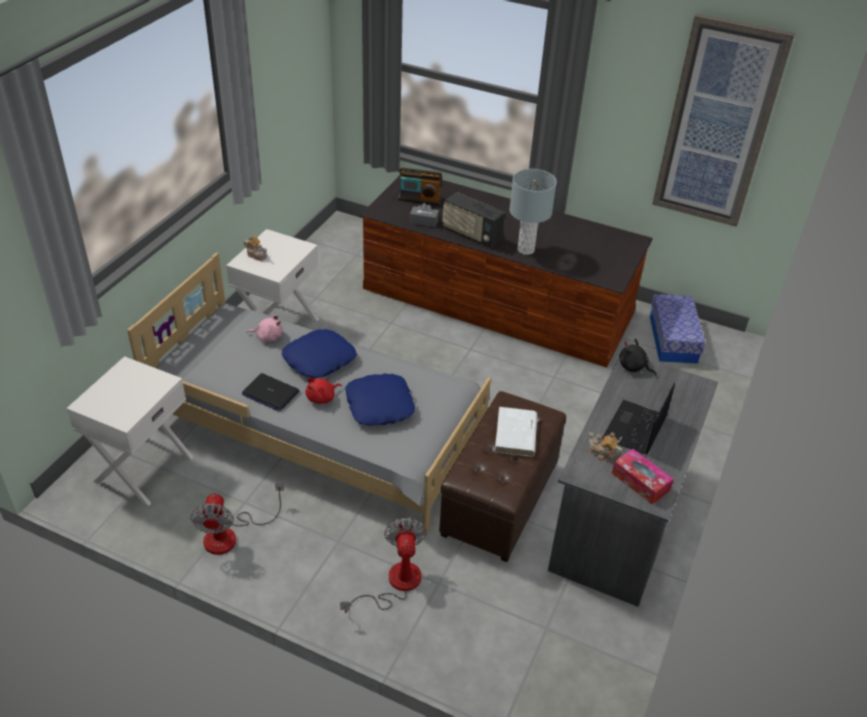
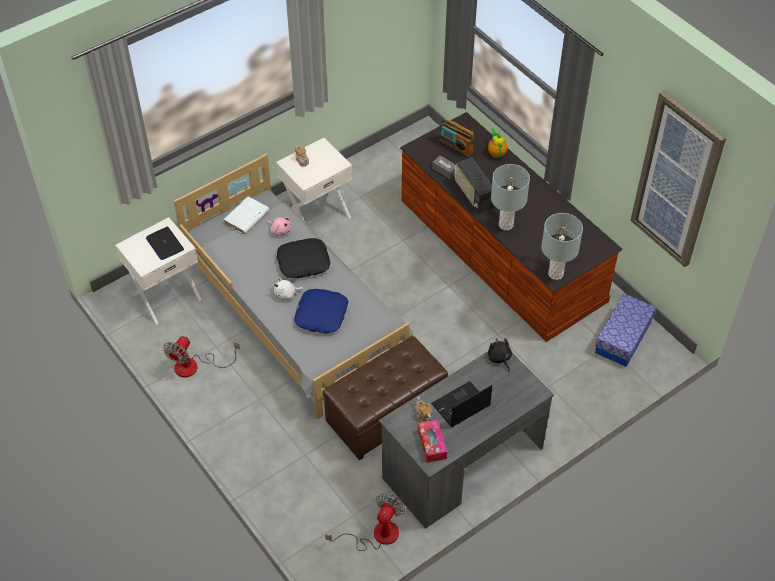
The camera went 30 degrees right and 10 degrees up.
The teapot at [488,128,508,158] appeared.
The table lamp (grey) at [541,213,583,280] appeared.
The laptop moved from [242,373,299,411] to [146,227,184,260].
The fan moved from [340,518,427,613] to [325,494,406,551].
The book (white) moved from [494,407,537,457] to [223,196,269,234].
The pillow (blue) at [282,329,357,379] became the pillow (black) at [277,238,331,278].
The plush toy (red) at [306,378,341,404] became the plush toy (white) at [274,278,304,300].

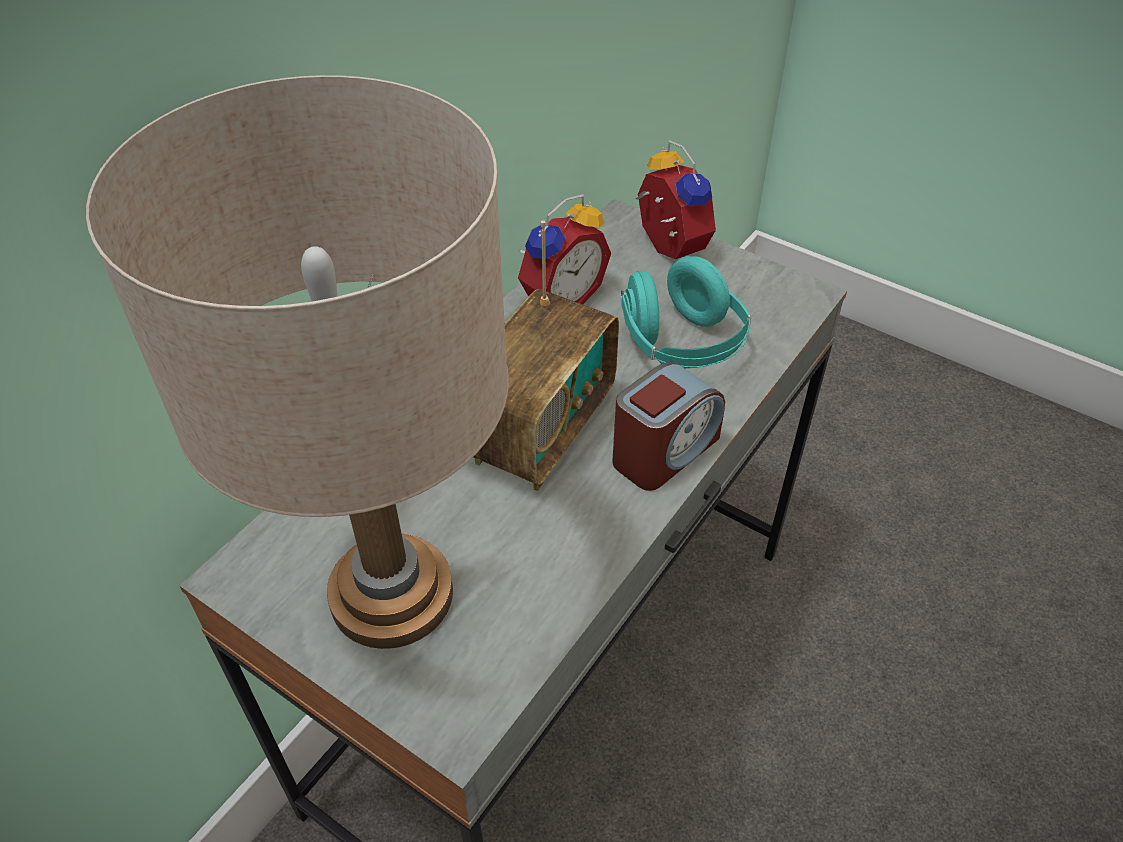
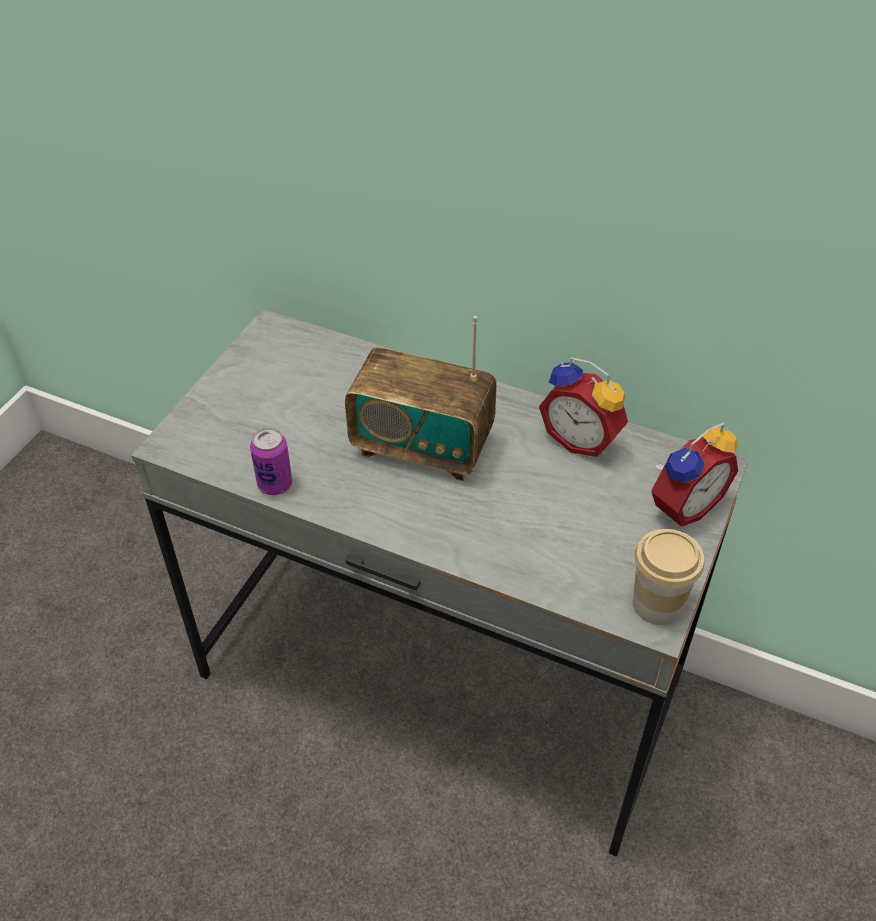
The camera went 80 degrees right and 0 degrees up.
The table lamp (beige) at [86,75,509,649] disappeared.
The alarm clock at [612,362,725,491] disappeared.
The headphones (turquoise) at [621,256,751,368] disappeared.
The can at [250,428,292,495] appeared.
The cup at [633,529,704,625] appeared.

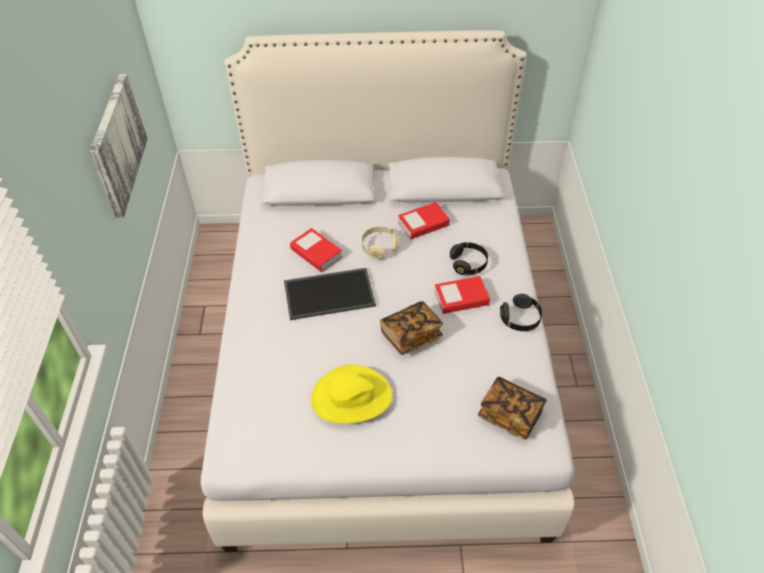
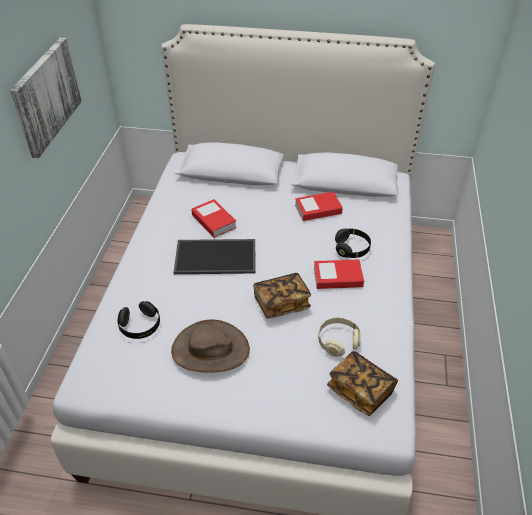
The camera went 10 degrees right and 5 degrees down.
The headphones (beige) moved from [362,226,399,259] to [318,317,361,357].
The headphones (black) moved from [500,294,542,331] to [117,301,160,339].
The hat (yellow) at [311,365,392,424] became the hat (brown) at [171,320,250,373].

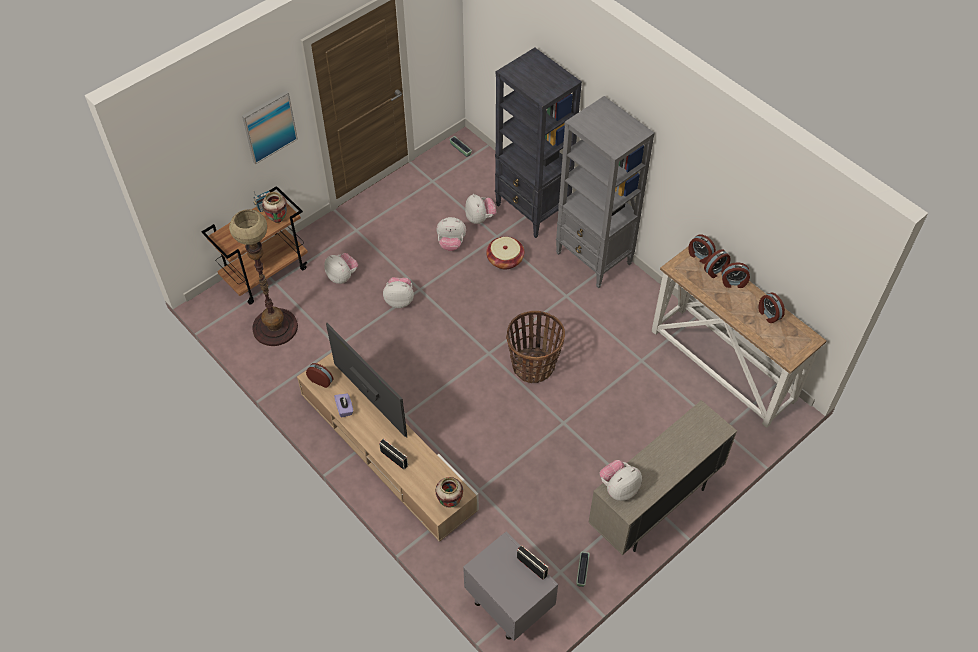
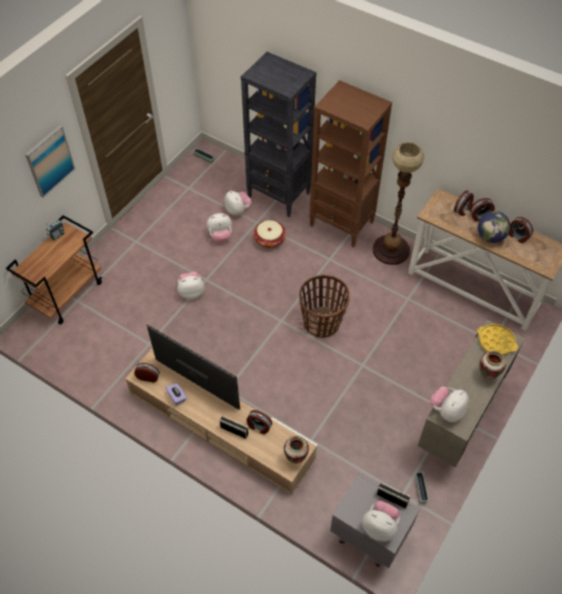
The camera went 15 degrees left and 0 degrees up.
The tray (yellow) at [477,324,518,355] appeared.
The globe at [478,211,511,243] appeared.
The floor lamp moved from [229,209,298,346] to [373,142,424,265].
The vase moved from [262,192,287,223] to [479,351,506,379].
The plush toy moved from [324,253,358,284] to [362,500,400,542].
The alarm clock moved from [688,234,716,264] to [247,410,272,434].
The bookcase (grey) at [556,96,655,288] became the bookcase (brown) at [309,80,392,247].

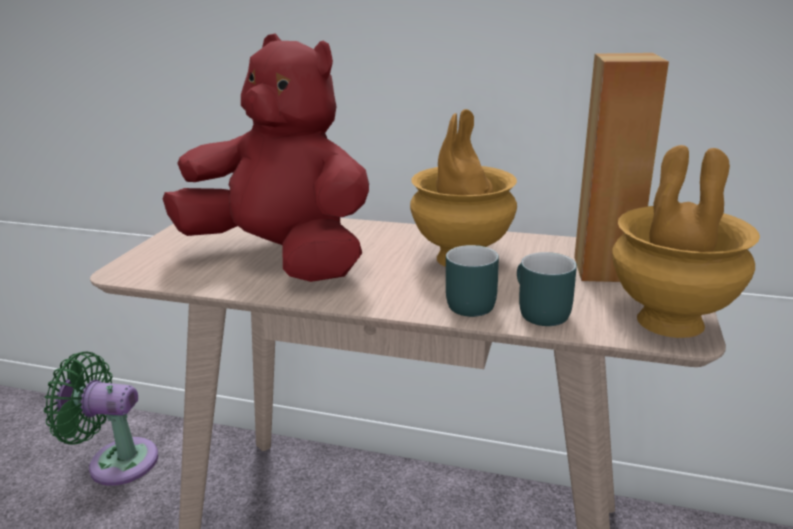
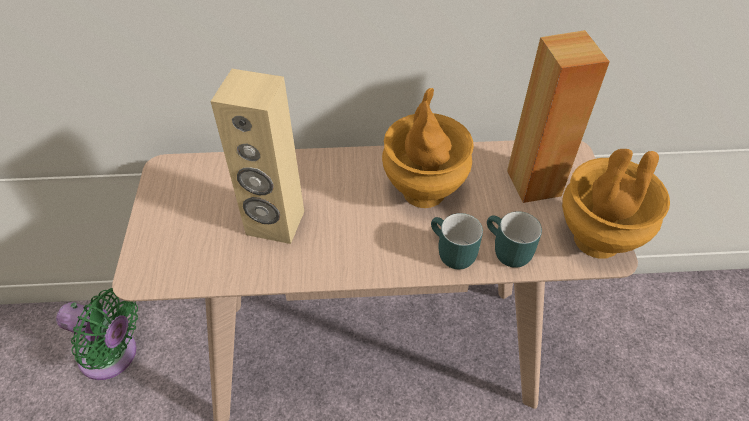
The camera went 20 degrees left and 25 degrees up.
The plush toy (red) at [162,33,369,282] was replaced by the speaker (beige) at [210,69,304,244].
The fan (green) at [44,352,158,486] turned 150 degrees counterclockwise.

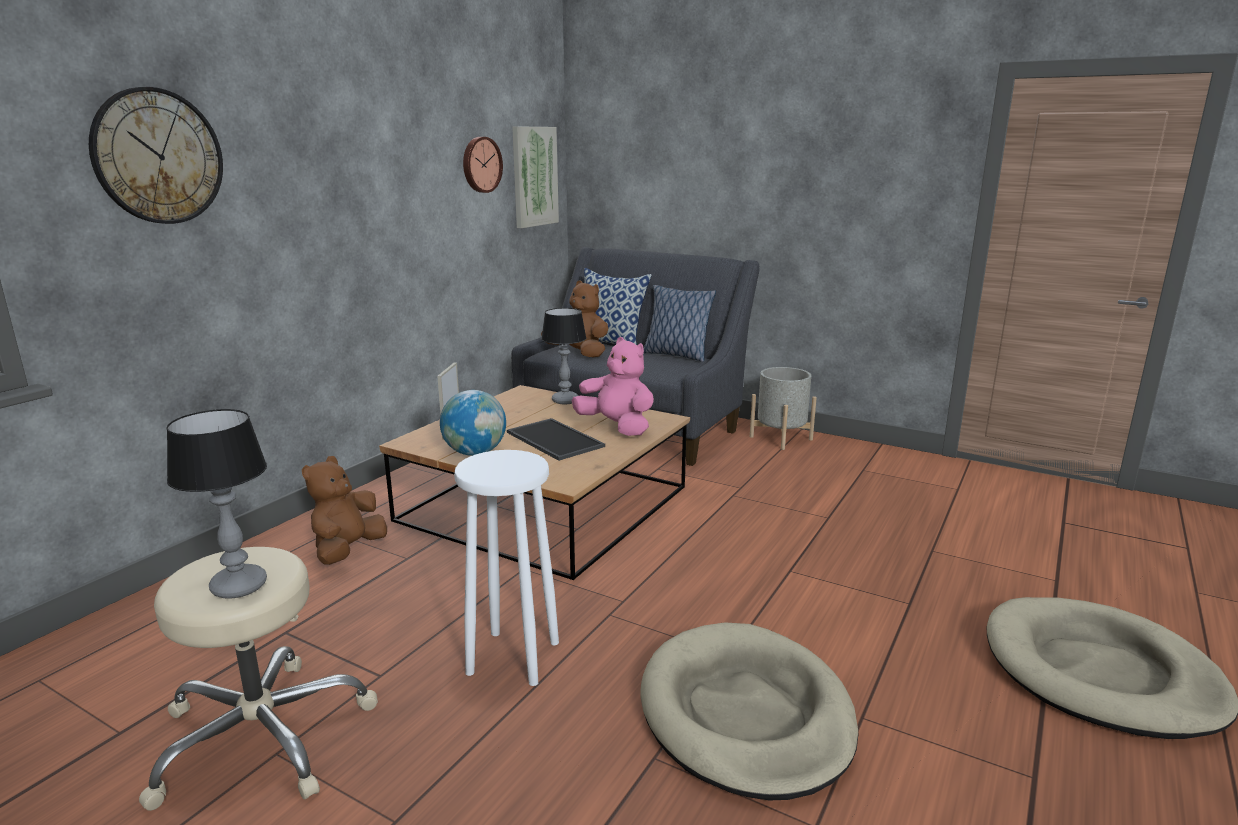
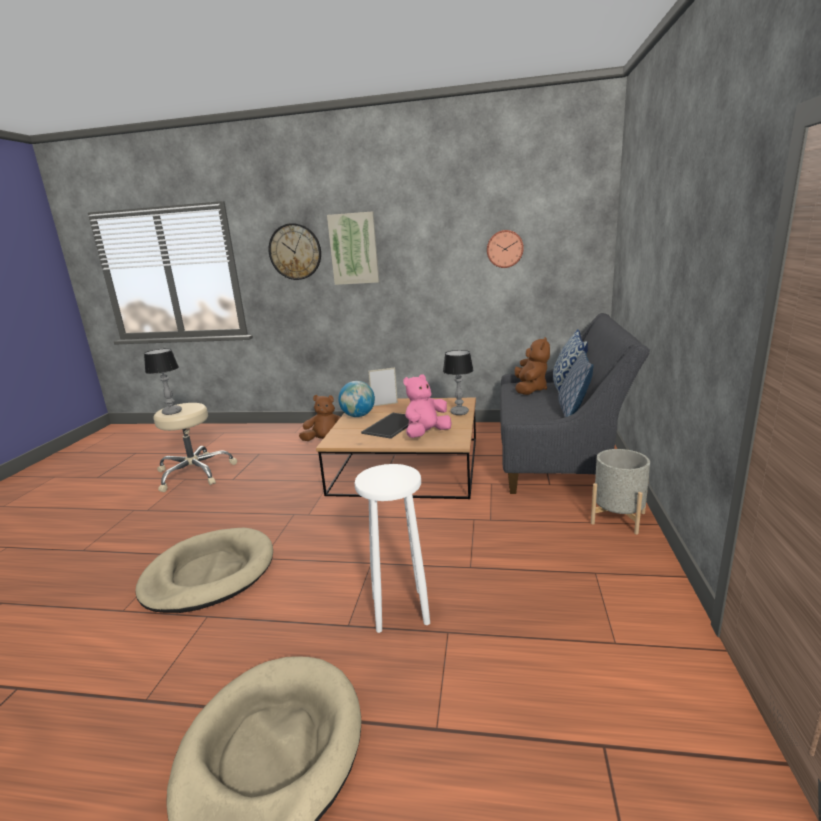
The camera went 70 degrees right and 0 degrees up.
The stool (white) moved from [454,450,559,686] to [354,464,430,633].
The picture moved from [512,126,559,228] to [327,211,379,285].
The plush toy (pink) at [572,337,654,436] turned 150 degrees counterclockwise.

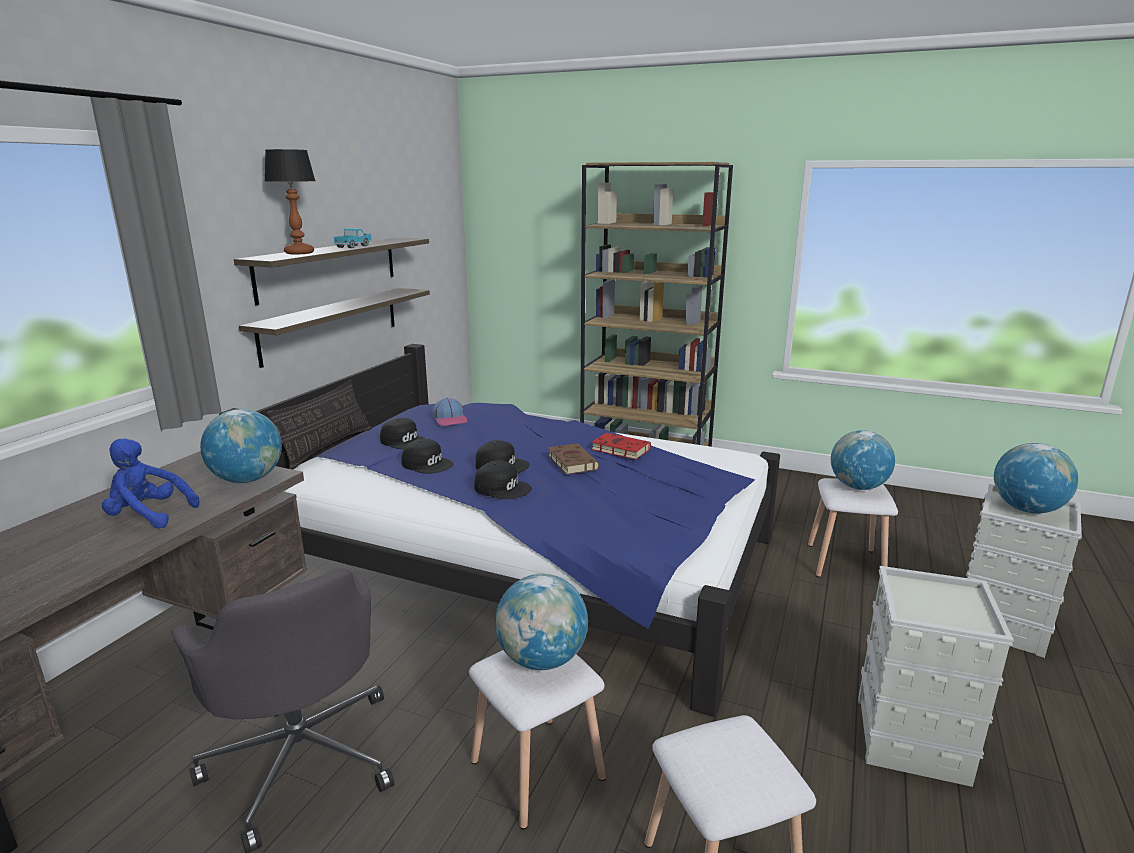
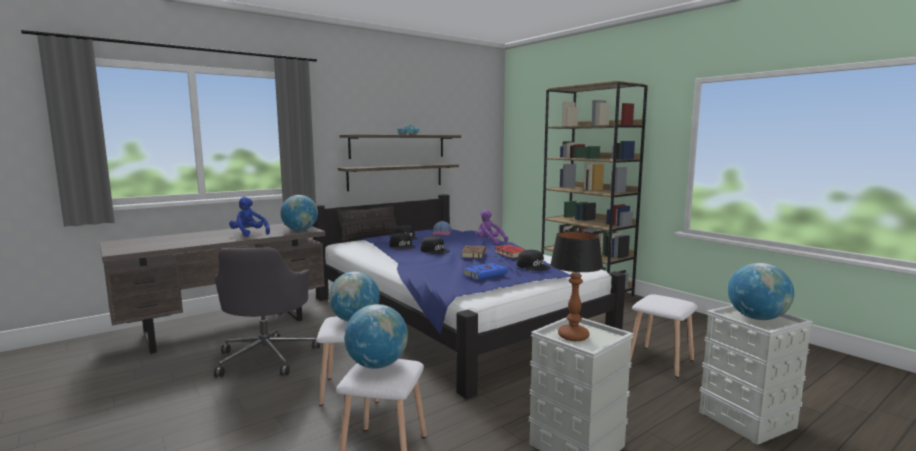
The camera went 30 degrees right and 10 degrees down.
The book (blue) at [463,263,508,280] appeared.
The plush toy (purple) at [477,210,508,245] appeared.
The table lamp moved from [265,149,315,254] to [550,231,603,341].
The cap (black) moved from [474,461,532,499] to [517,250,551,271].
The globe moved from [831,430,895,490] to [344,304,408,369].

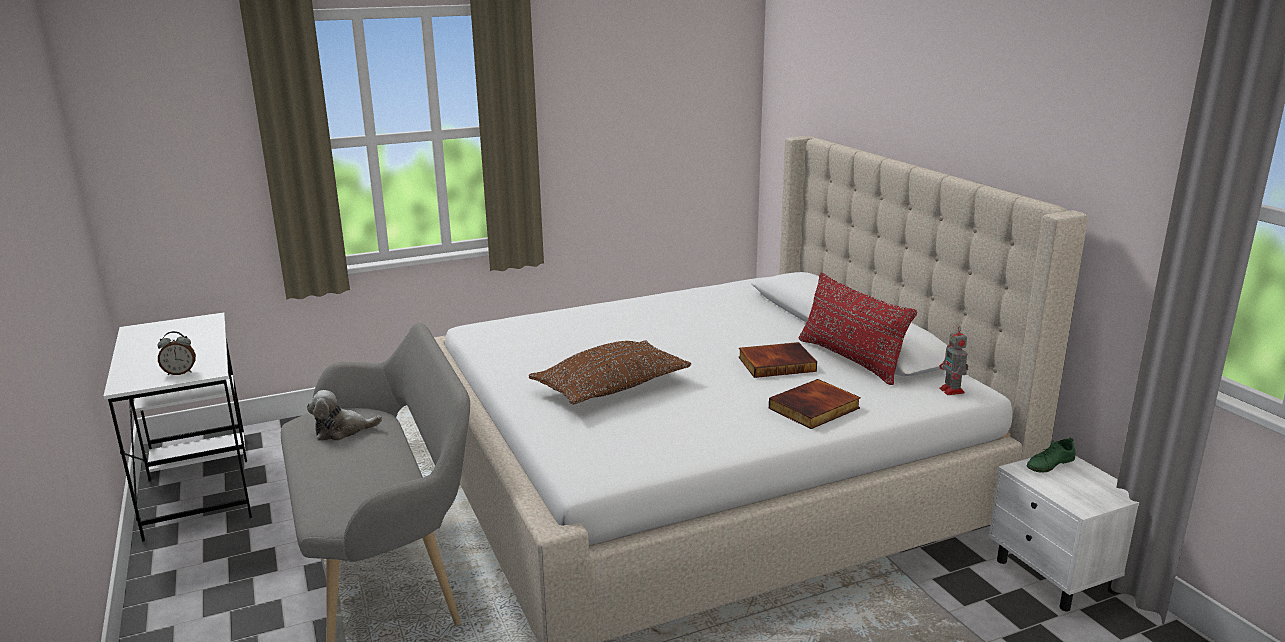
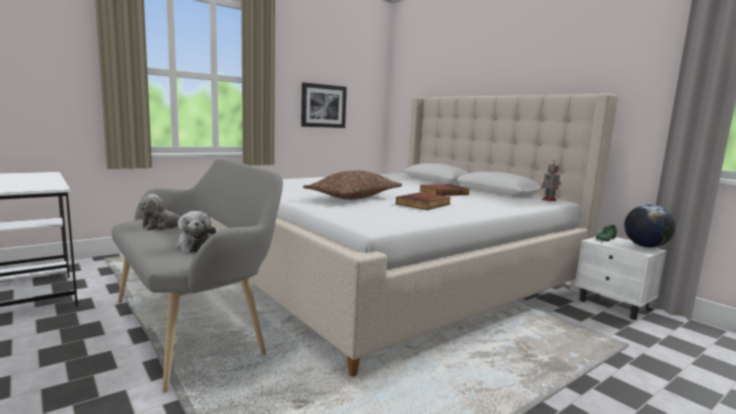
The camera went 15 degrees left and 10 degrees down.
The alarm clock at [157,331,196,376] disappeared.
The pillow (red) at [799,273,917,385] disappeared.
The plush toy at [175,211,216,253] appeared.
The picture at [301,82,347,128] appeared.
The globe at [624,204,675,248] appeared.
The book moved from [769,379,861,429] to [396,192,451,210].

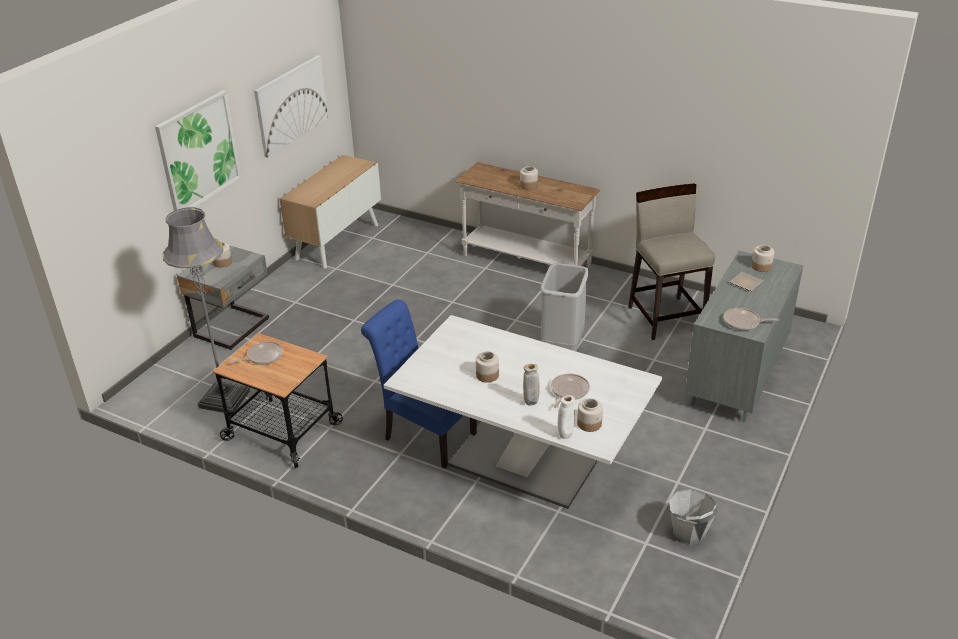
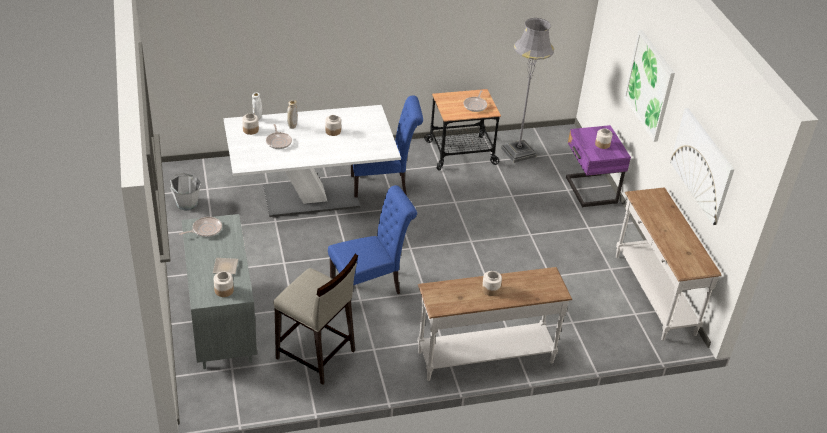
The camera went 135 degrees right and 5 degrees up.
The cabinet at [280,155,381,269] was replaced by the console table (white) at [616,188,721,341].
The trash can (grey) at [540,263,589,351] was replaced by the chair (blue) at [328,185,417,294].
The nightstand (grey) at [177,245,269,350] became the nightstand (purple) at [566,125,631,208].

